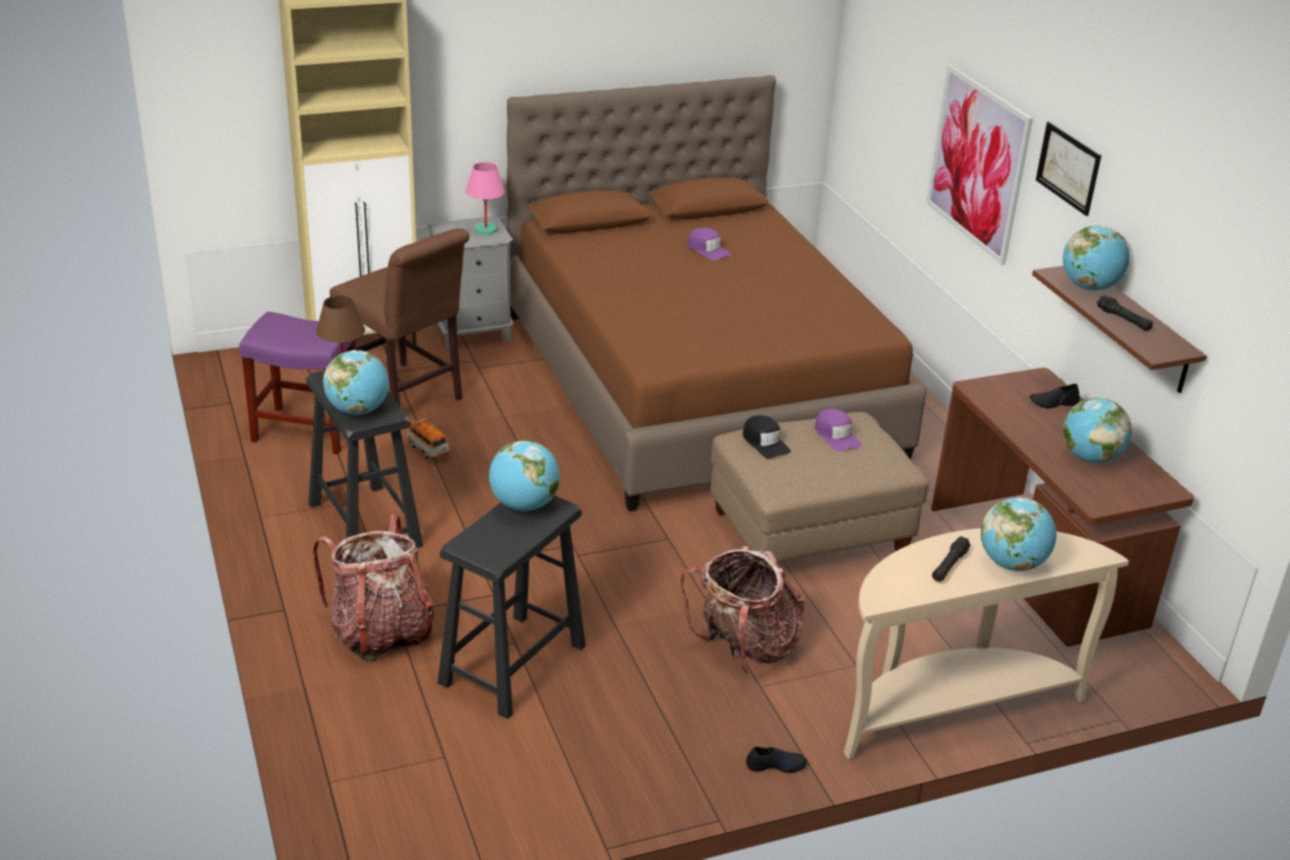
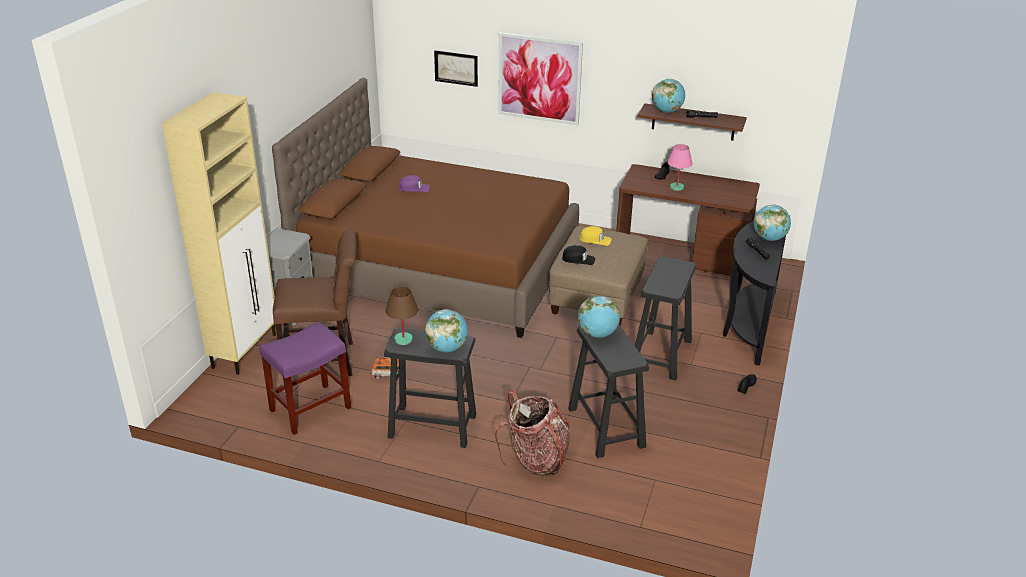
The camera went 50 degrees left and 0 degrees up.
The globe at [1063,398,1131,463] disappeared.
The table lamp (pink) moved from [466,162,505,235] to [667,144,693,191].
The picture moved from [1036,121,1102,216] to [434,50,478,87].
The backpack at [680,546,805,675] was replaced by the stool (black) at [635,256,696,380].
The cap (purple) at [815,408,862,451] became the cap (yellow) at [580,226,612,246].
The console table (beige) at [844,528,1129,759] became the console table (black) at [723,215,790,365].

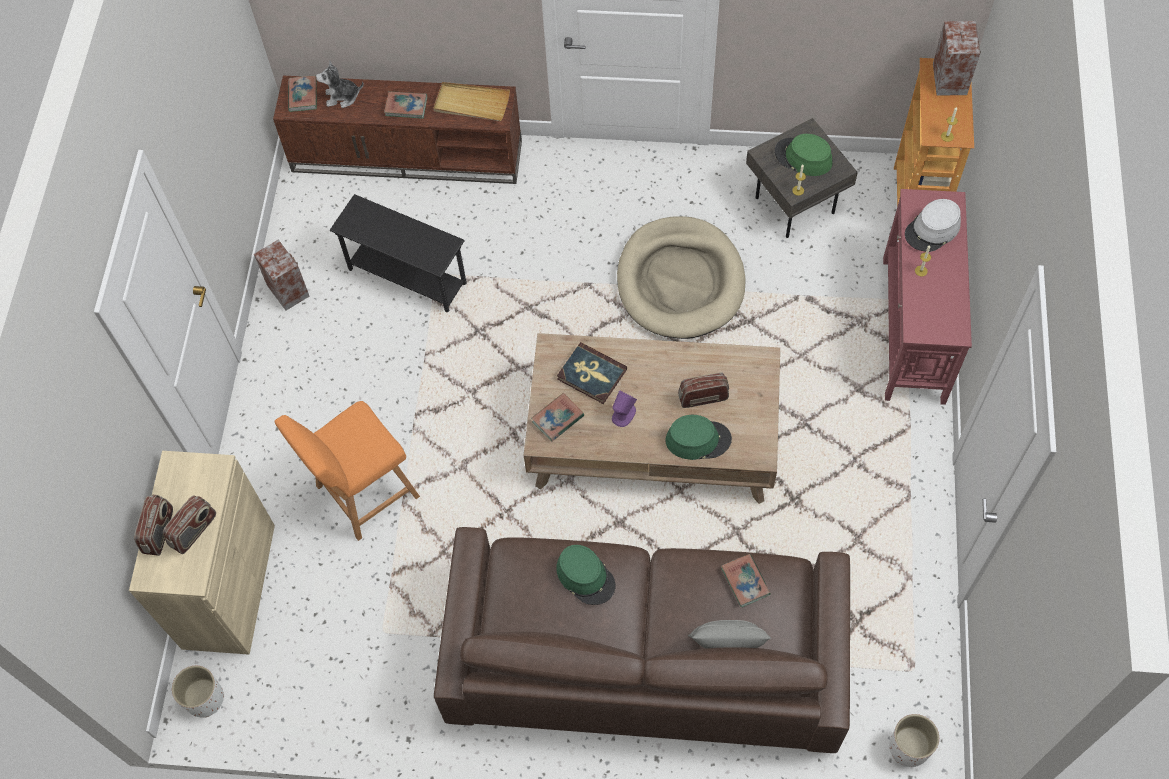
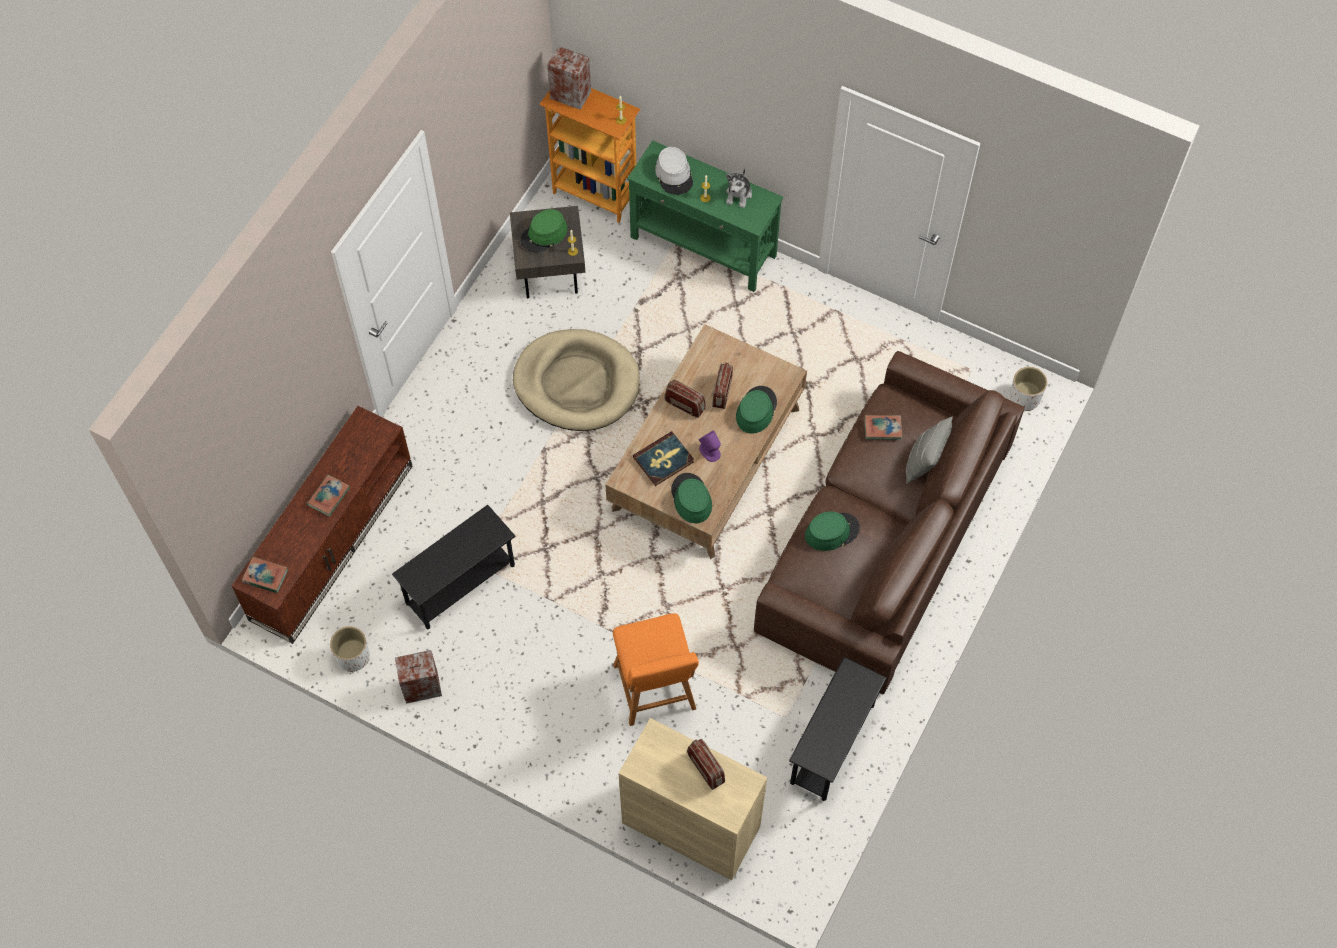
The camera went 70 degrees left and 0 degrees up.
The tray (beige) at [434,82,510,121] disappeared.
The side table (black) at [789,657,887,801] appeared.
The radio moved from [134,495,173,556] to [664,380,706,418].
The planter (white) moved from [172,666,224,718] to [330,626,370,672].
The plush toy moved from [316,60,364,108] to [726,168,752,208].
The book at [531,393,584,442] was replaced by the hat (green) at [671,473,712,523].
The console table (red) at [883,189,972,405] became the console table (green) at [627,140,783,292].

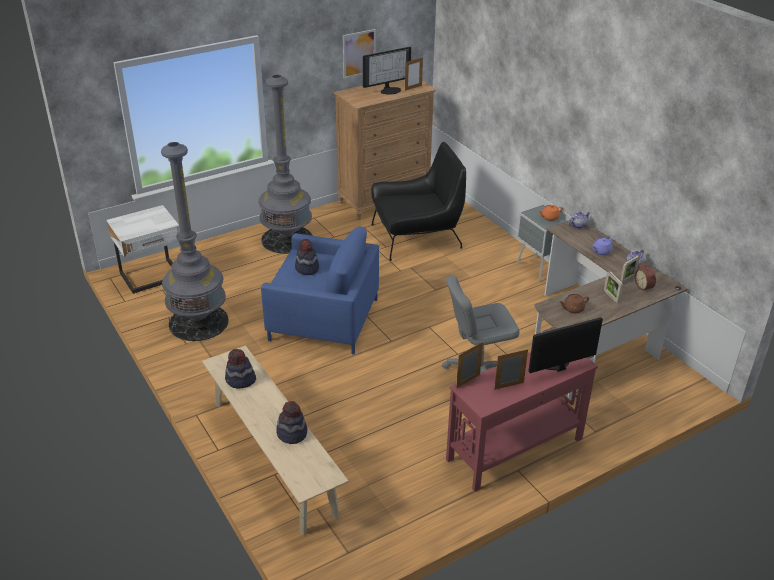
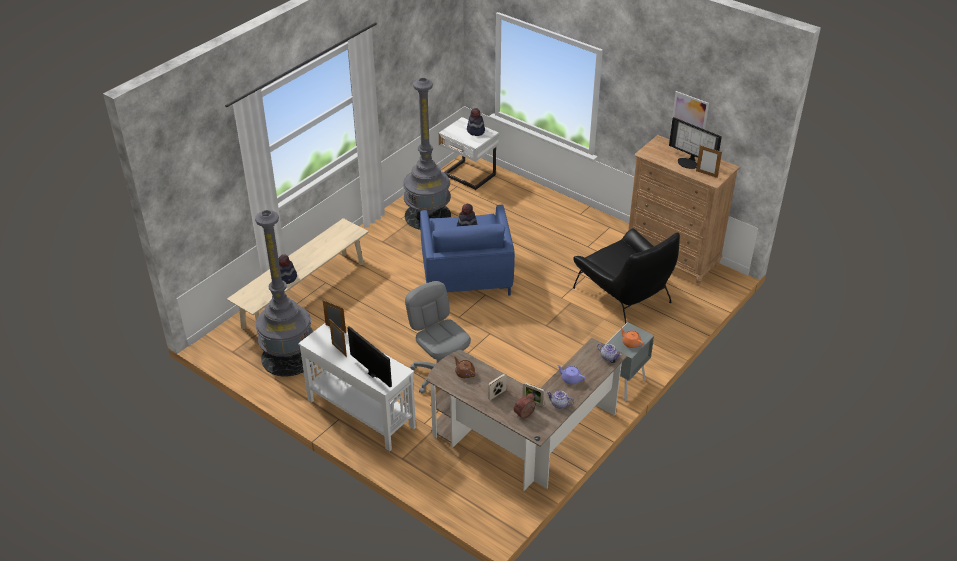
The camera went 70 degrees right and 5 degrees up.
The hat moved from [225,349,256,388] to [467,108,485,136].
The floor lamp (grey) moved from [258,74,313,254] to [255,210,313,377].
The console table (red) at [446,352,598,492] became the console table (white) at [298,323,416,451].

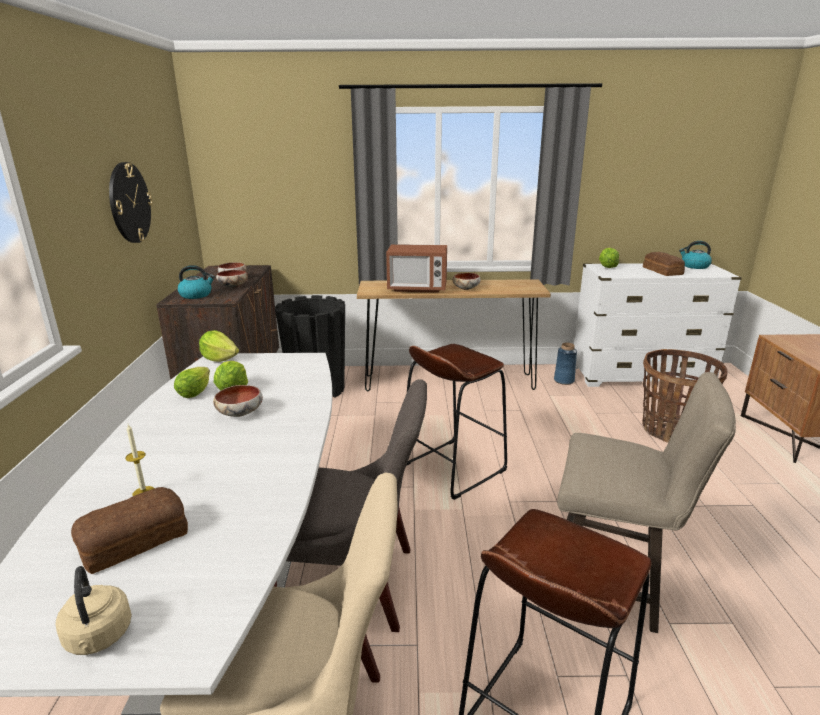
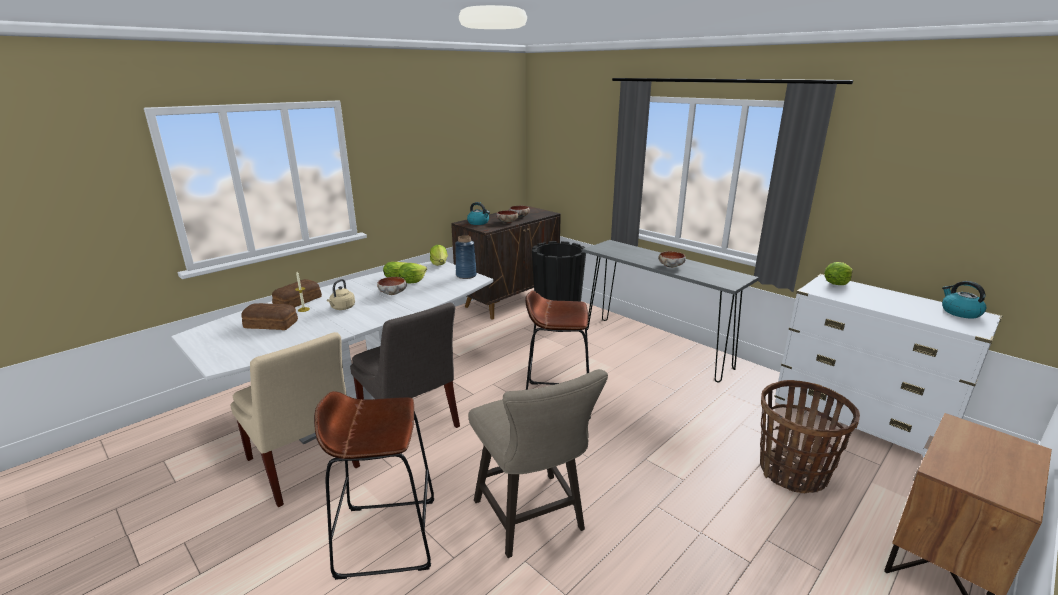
The camera went 45 degrees right and 0 degrees up.
The wall clock at [109,162,153,243] disappeared.
The microwave at [386,244,447,293] disappeared.
The kettle (beige) moved from [56,566,132,655] to [327,279,355,310].
The vase (blue) moved from [554,343,577,385] to [455,235,477,279].
The bread moved from [643,252,685,276] to [272,279,322,308].
The console table (brown) at [357,279,551,391] became the console table (grey) at [582,240,759,382].

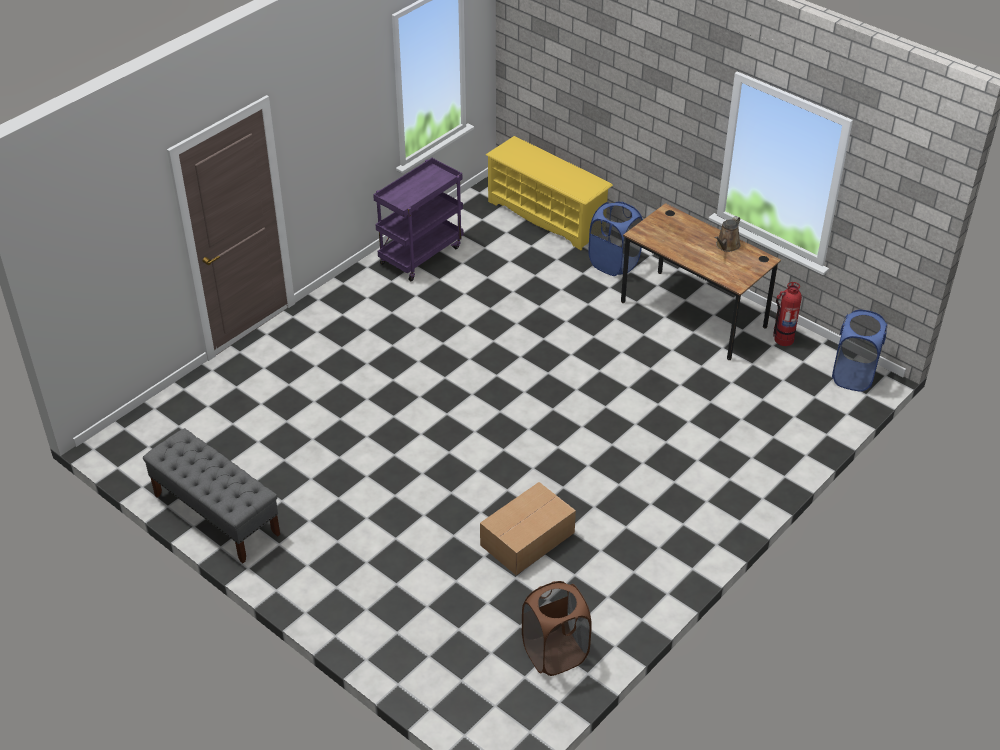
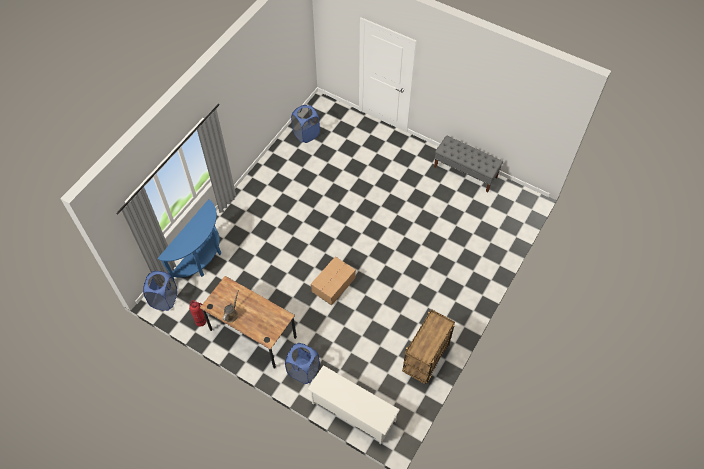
The camera went 170 degrees right and 15 degrees up.
The console table (blue) at [158,199,221,279] appeared.
The cardboard box moved from [480,482,576,575] to [311,256,356,306].
The cart (purple) at [373,158,464,281] became the cart (brown) at [402,309,455,384].
The shoe rack (yellow) at [486,136,613,250] became the shoe rack (white) at [308,365,400,445].
The laundry basket (brown) at [522,581,592,676] became the laundry basket (blue) at [291,105,320,143].

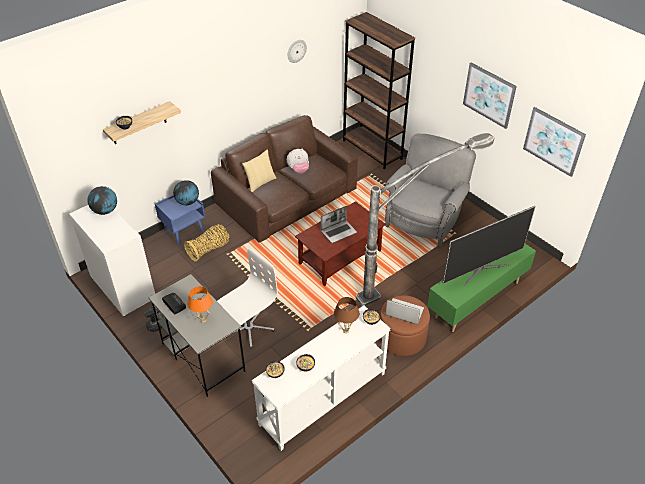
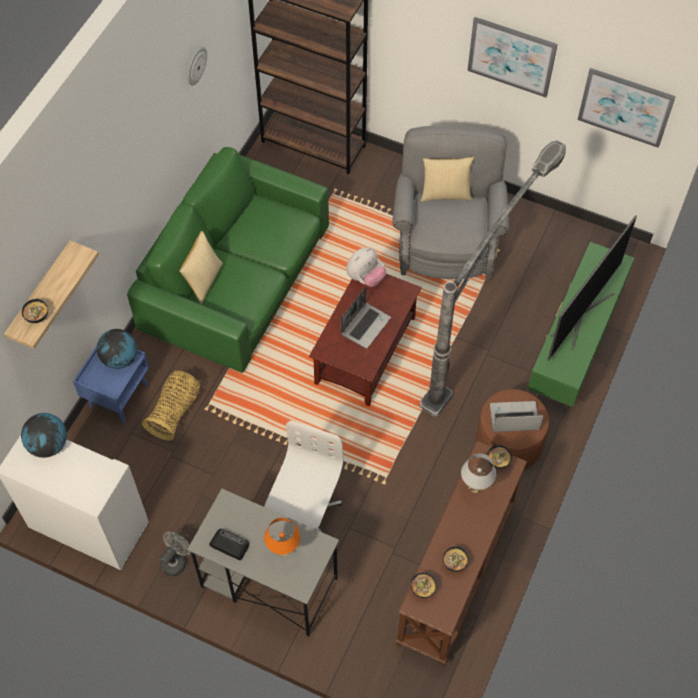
The camera went 25 degrees left and 15 degrees up.
The pillow at [421,157,474,202] appeared.
The plush toy moved from [287,149,309,174] to [346,247,387,287].
The sofa (brown) at [211,115,358,243] became the sofa (green) at [127,147,329,373].
The console table (white) at [252,306,391,451] became the console table (brown) at [395,441,527,667].
The table lamp (brown) at [334,297,359,333] became the table lamp (white) at [461,453,496,493].

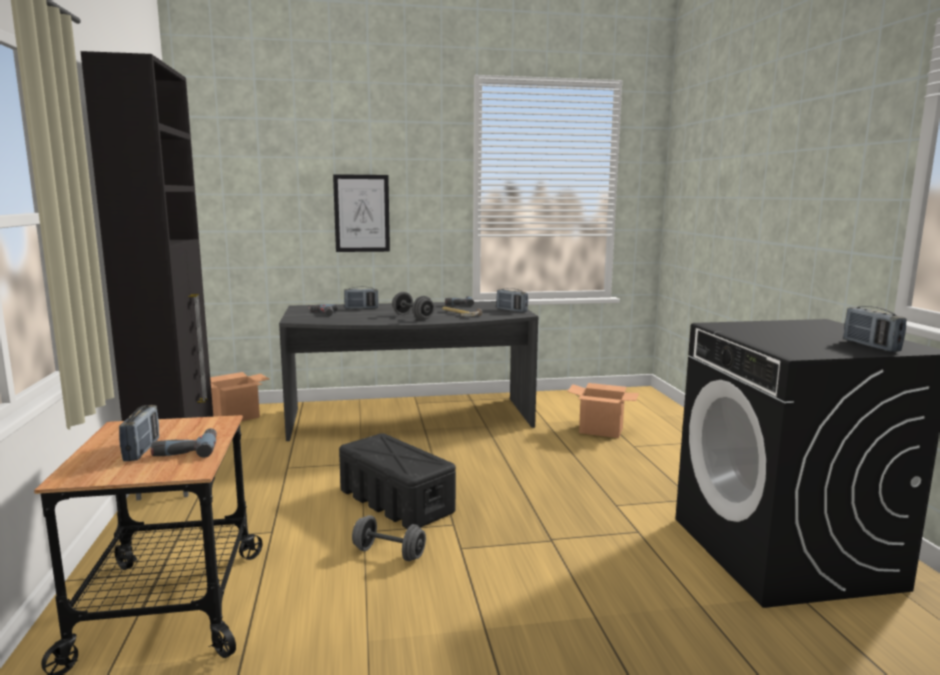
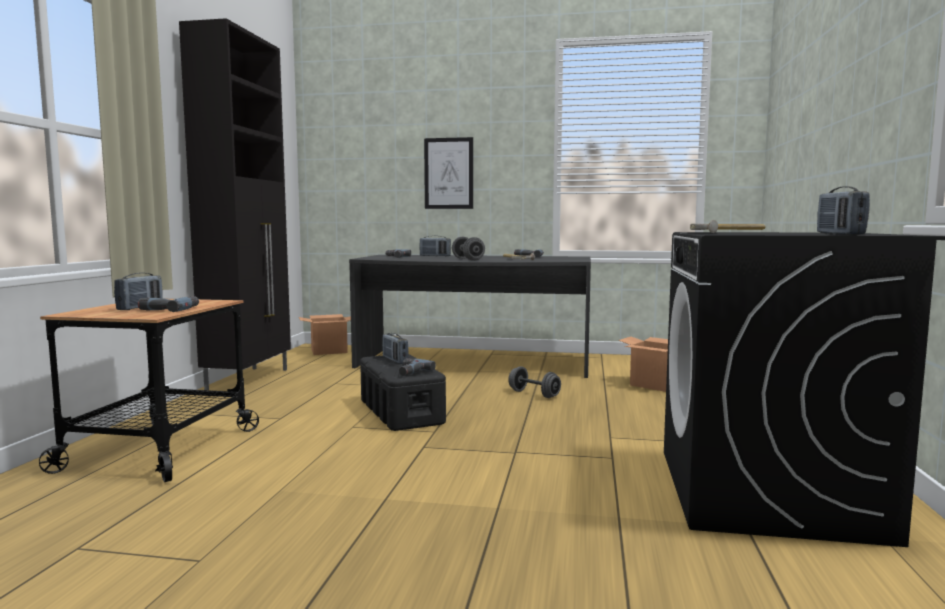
The camera went 20 degrees right and 5 degrees down.
The power drill at [399,358,436,376] appeared.
The hammer at [690,220,766,233] appeared.
The dumbbell (grey) moved from [352,515,426,561] to [508,366,561,398].
The radio moved from [496,288,528,312] to [382,333,408,364].

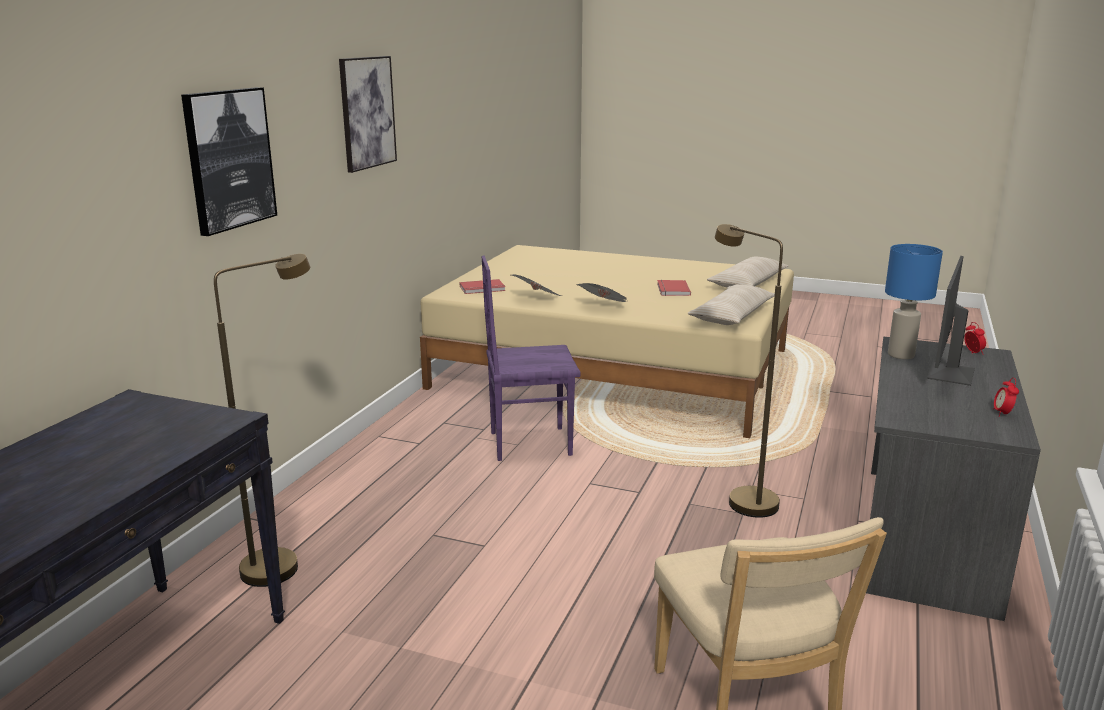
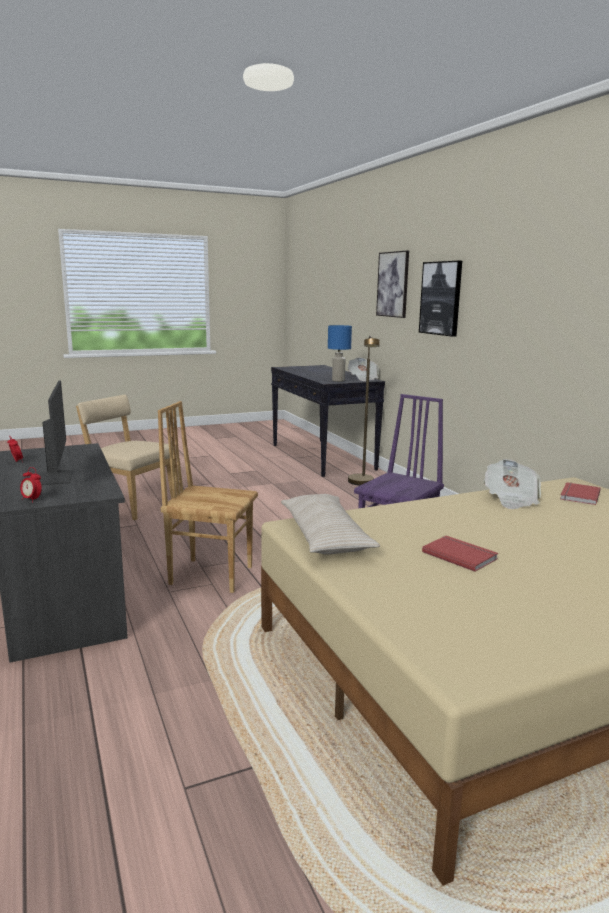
The camera went 135 degrees right and 5 degrees down.
The pillow (beige) at [707,257,789,288] disappeared.
The picture moved from [339,56,397,173] to [376,251,409,318].
The newspaper moved from [576,283,627,302] to [348,357,379,381].
The table lamp (blue) moved from [885,244,943,359] to [328,325,352,382].
The floor lamp (brown) at [715,224,783,518] was replaced by the chair (brown) at [158,401,258,593].

